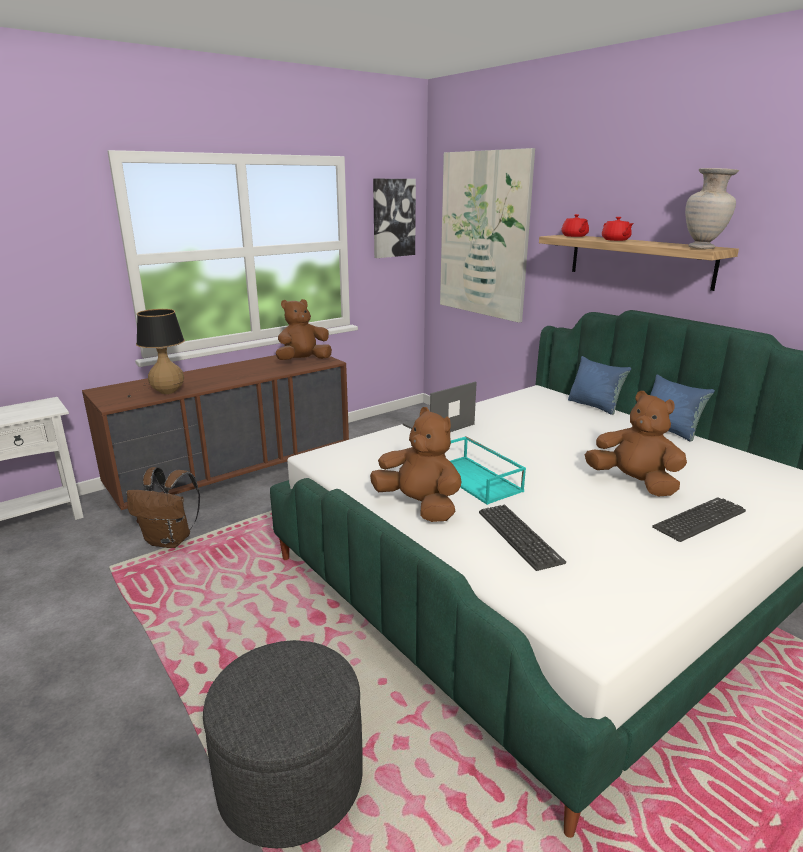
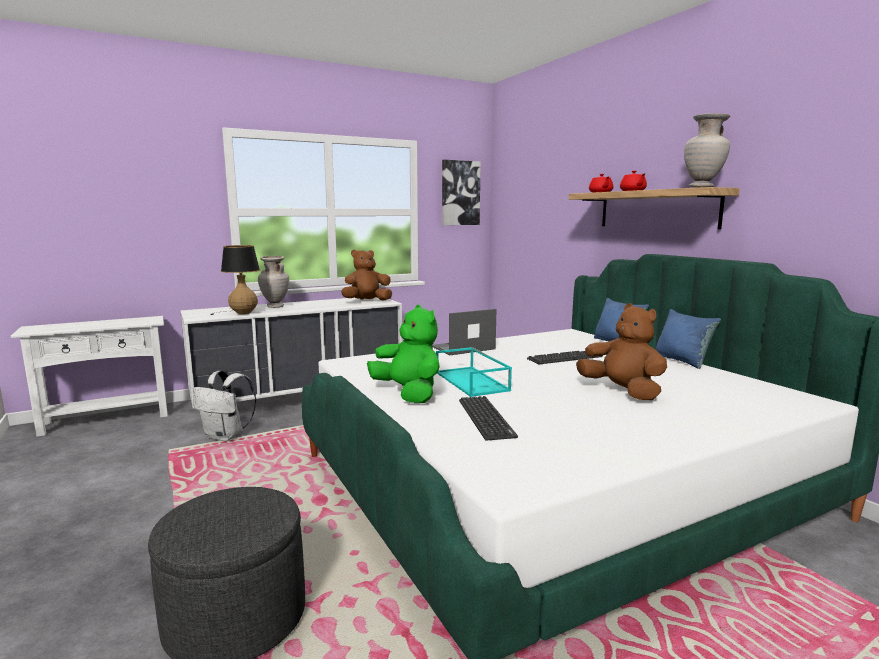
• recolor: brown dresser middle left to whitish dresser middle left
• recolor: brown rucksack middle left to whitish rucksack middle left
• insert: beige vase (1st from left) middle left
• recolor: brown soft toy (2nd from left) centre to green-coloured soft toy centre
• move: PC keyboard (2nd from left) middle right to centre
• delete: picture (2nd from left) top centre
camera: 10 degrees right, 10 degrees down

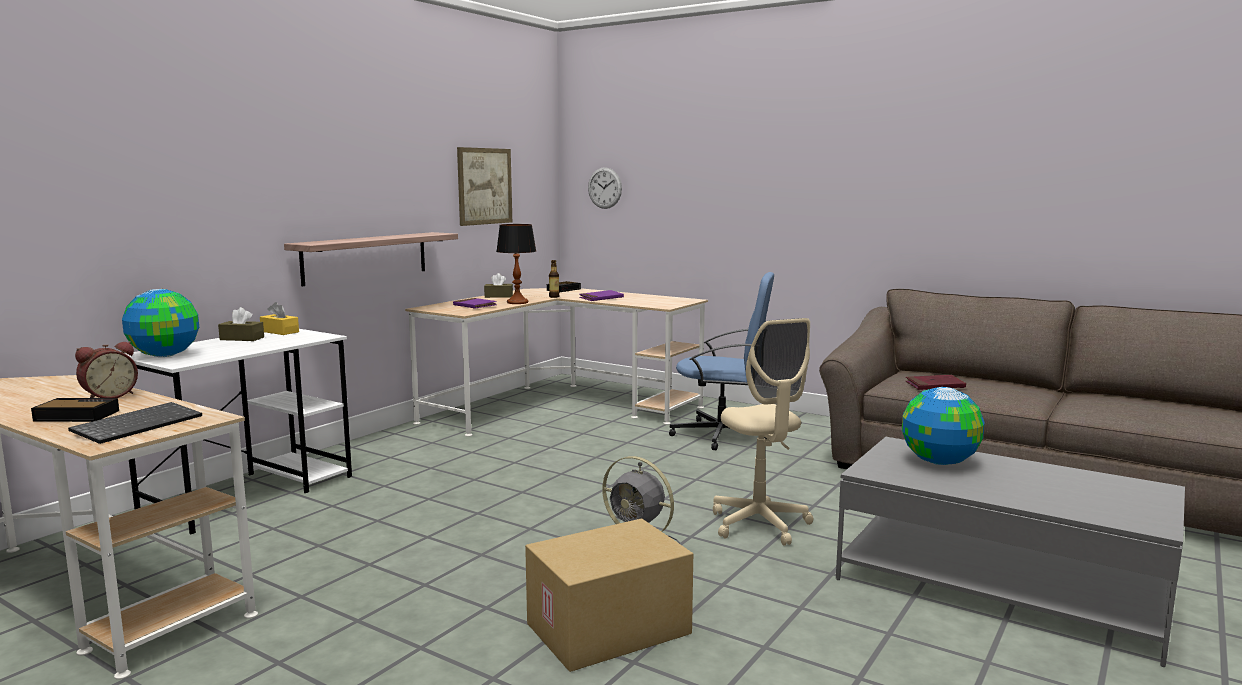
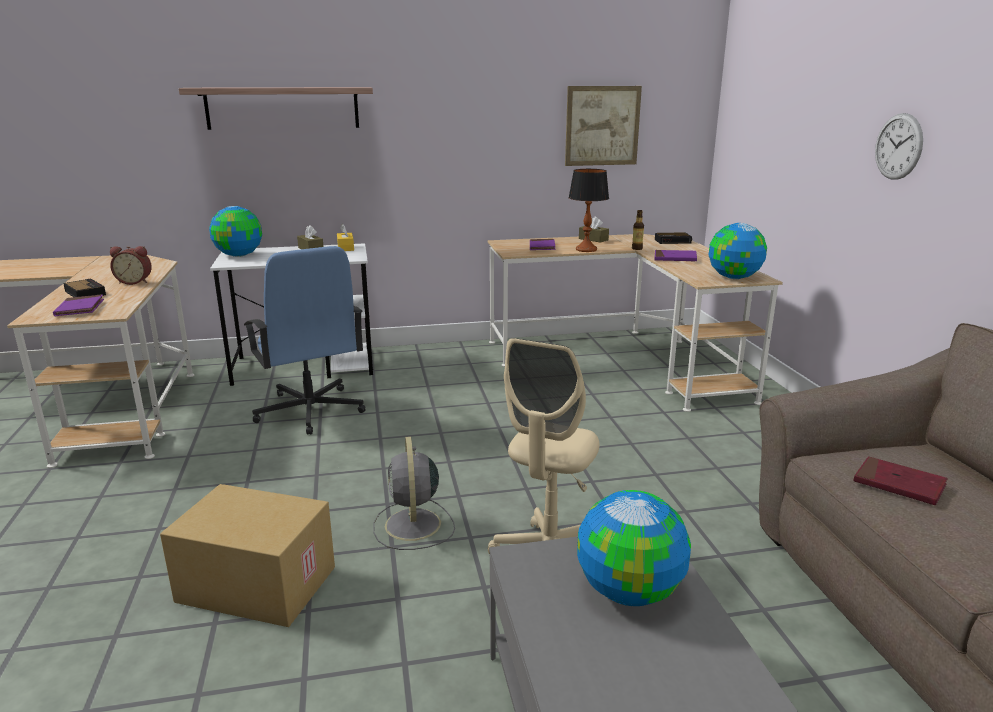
• replace: PC keyboard middle left to purple-coloured book (1st from left) middle left
• move: shelf middle left to top left
• move: bluish computer chair centre to middle left
• insert: world globe (3rd from left) middle right
• move: clock on the wall top centre to top right
camera: 45 degrees right, 10 degrees up

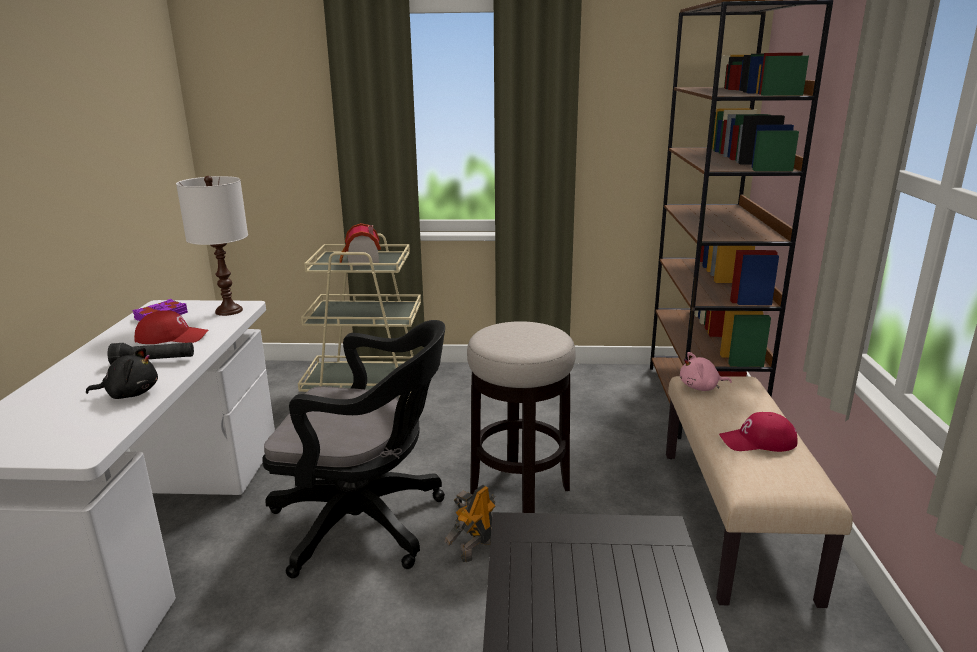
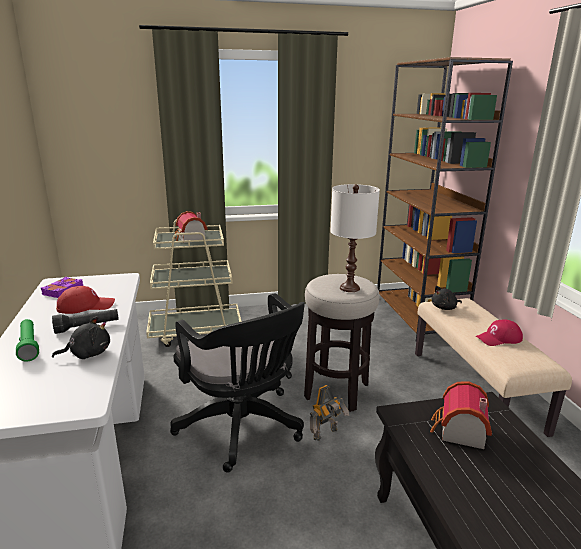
• insert: green-coloured hand torch middle left
• rotate: black-coloured computer chair bottom centre = bottom centre 60 degrees clockwise
• rotate: robot figure bottom centre = bottom centre 150 degrees counterclockwise
• move: whitish tabletop lamp middle left to centre
• insert: toy house (2nd from left) bottom right
• recolor: pinkish soft toy middle right to black-coloured soft toy (2nd from left) middle right
camera: 15 degrees left, 0 degrees up

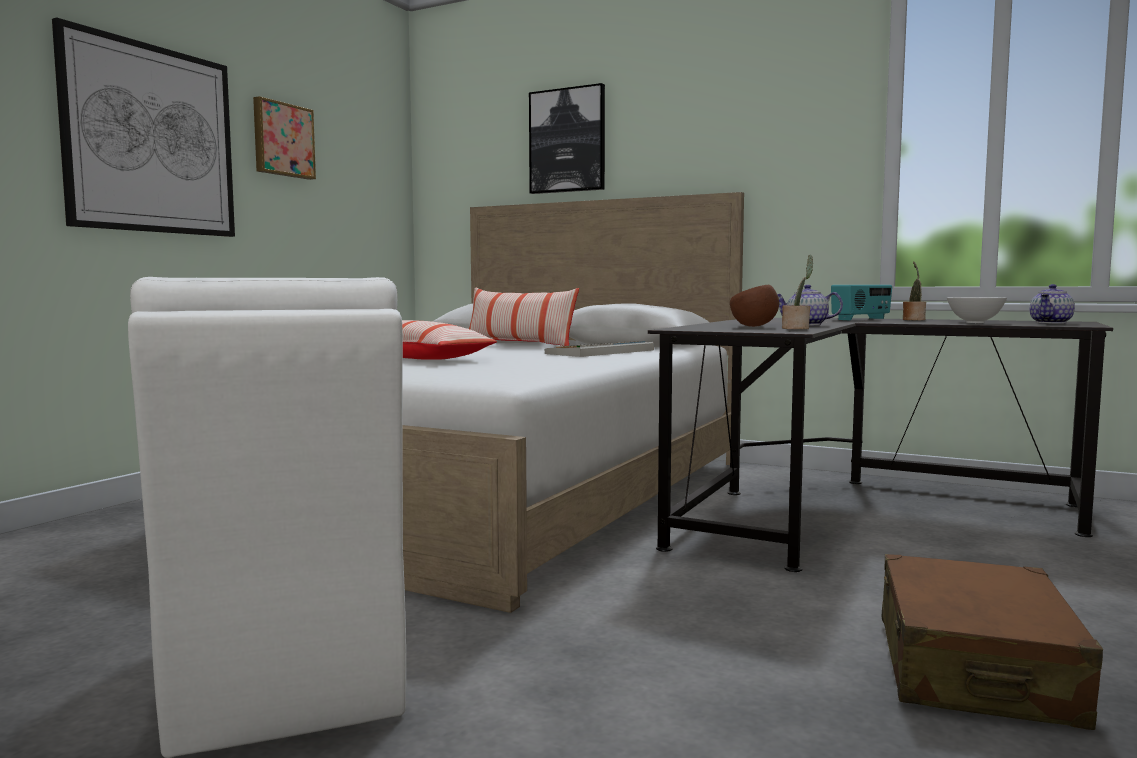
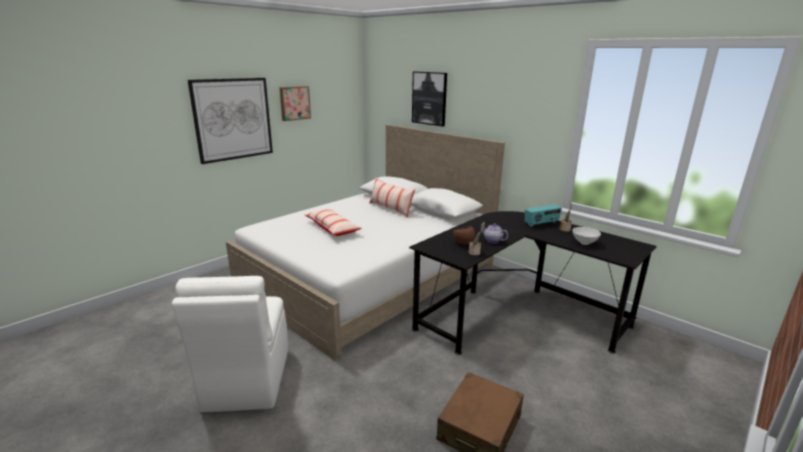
• delete: PC keyboard centre
• delete: pot for tea (2nd from left) middle right
camera: 15 degrees right, 15 degrees up

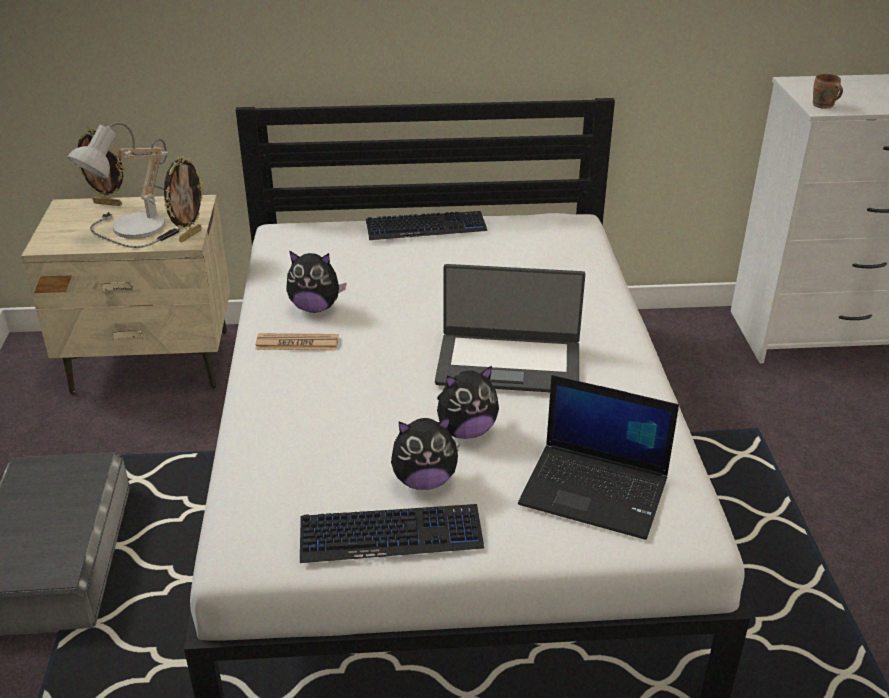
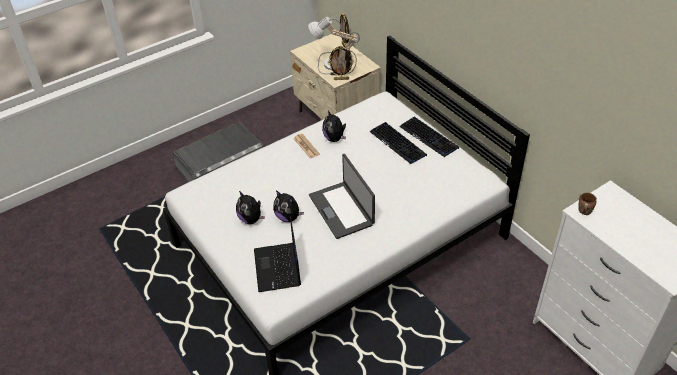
• move: PC keyboard (1st from left) bottom centre to centre
camera: 60 degrees right, 10 degrees up

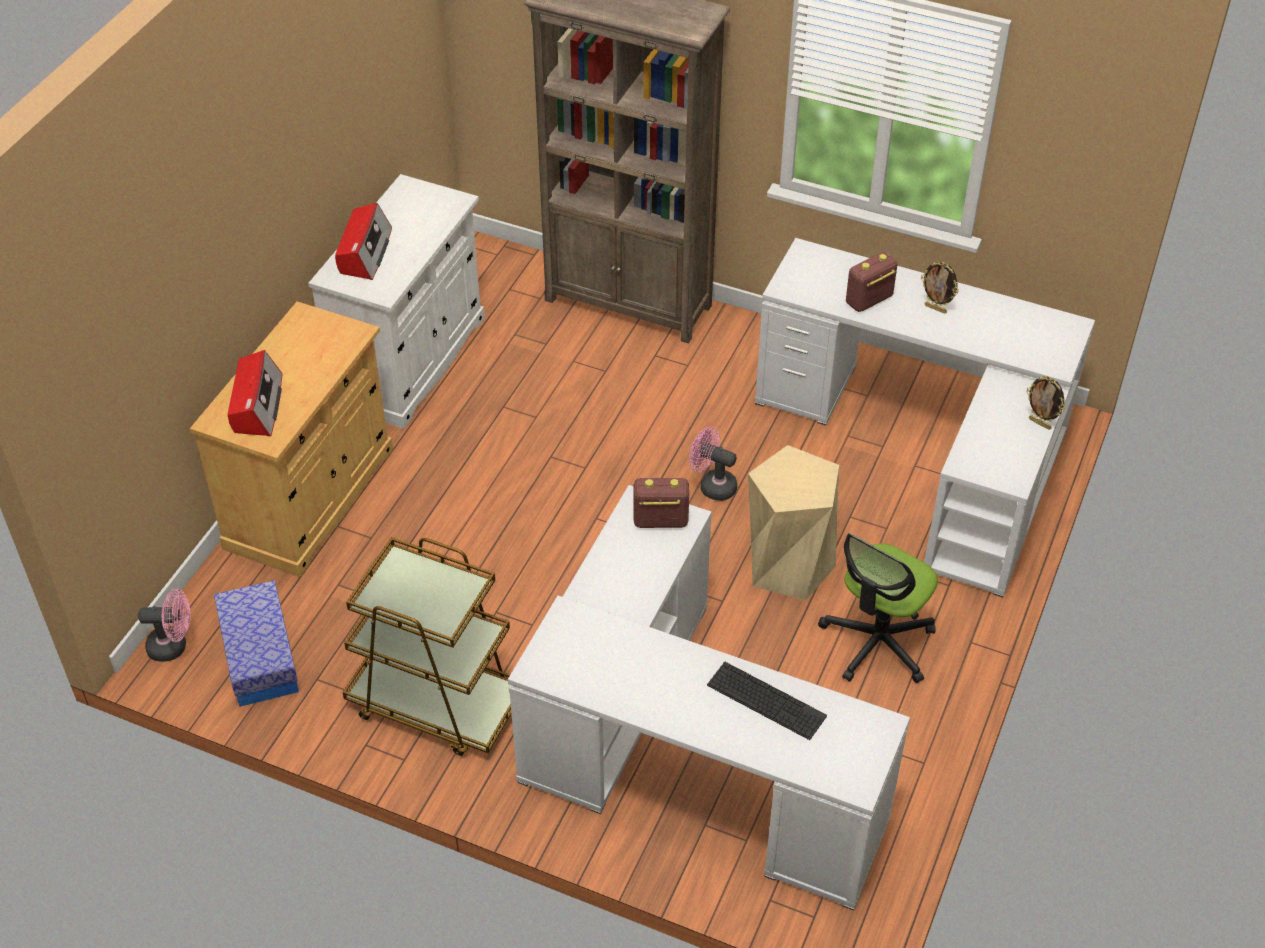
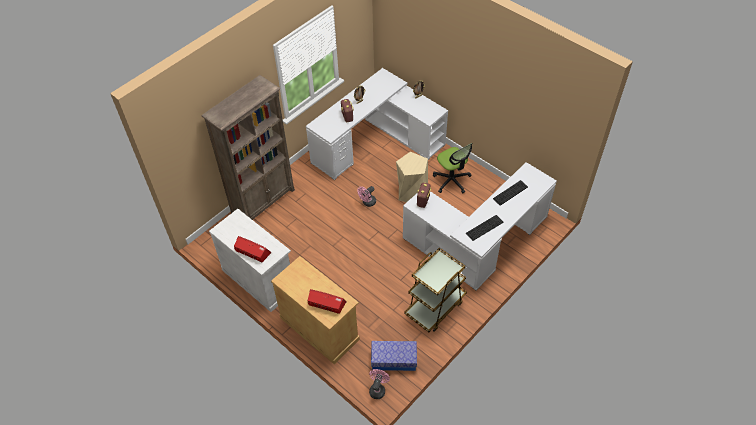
• insert: PC keyboard (1st from left) centre
camera: 70 degrees left, 5 degrees up

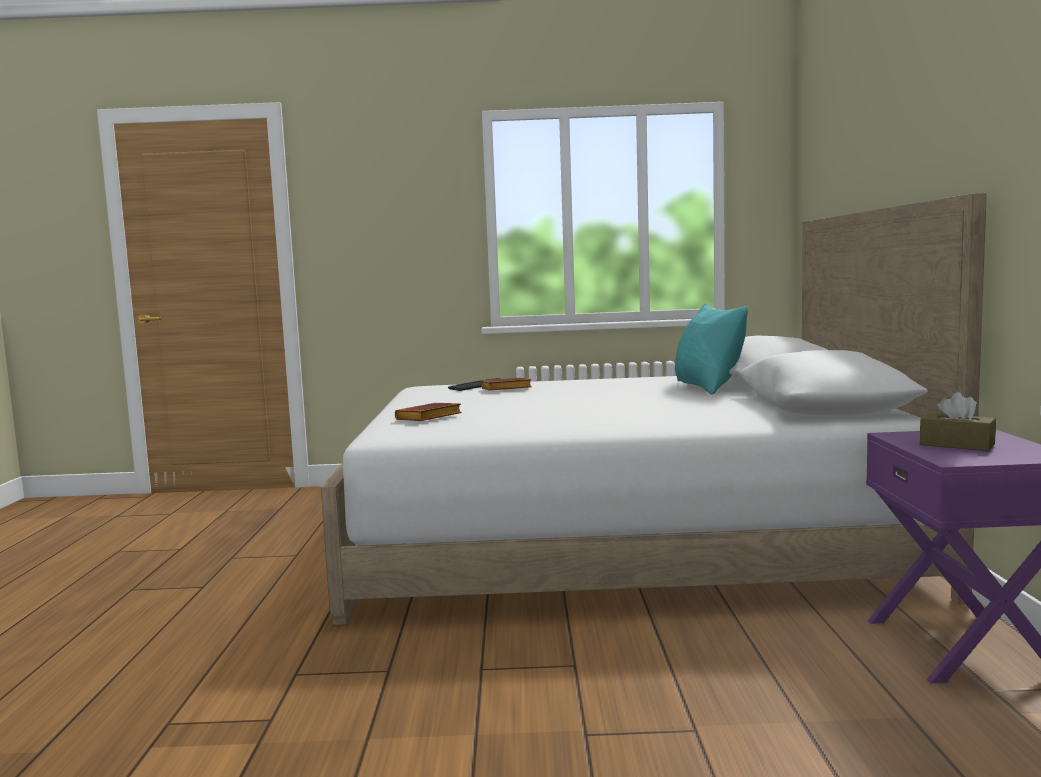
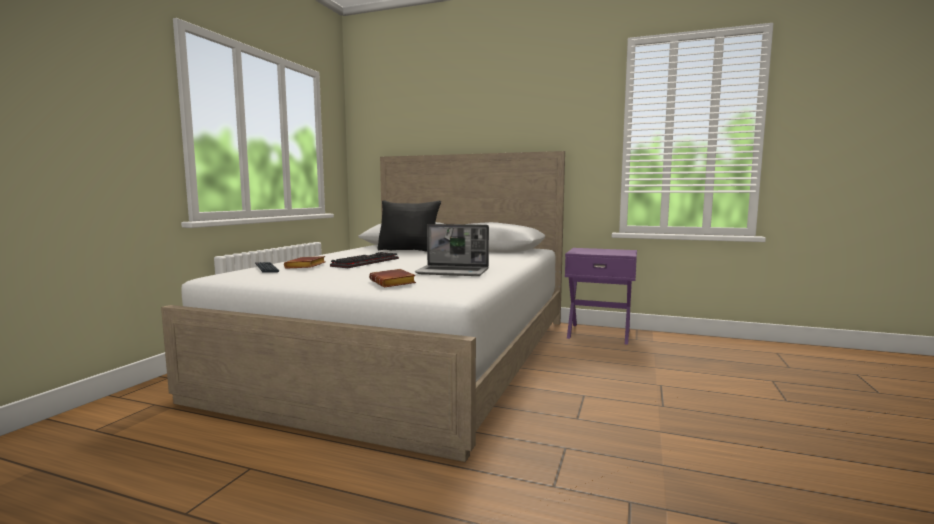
• insert: PC keyboard (2nd from left) centre
• recolor: turquoise-coloured throw pillow middle right to black-coloured throw pillow centre
• insert: notebook computer centre
• delete: brown tissue box middle right
camera: 70 degrees left, 0 degrees up

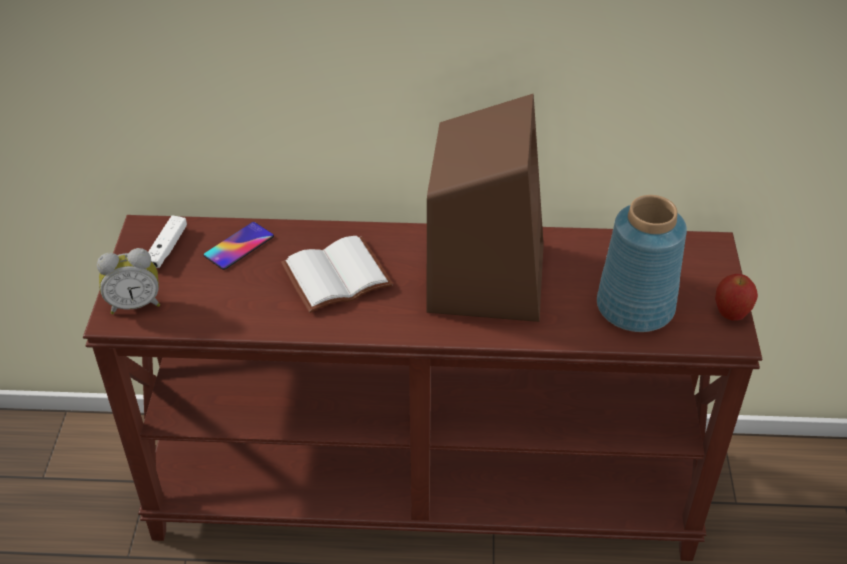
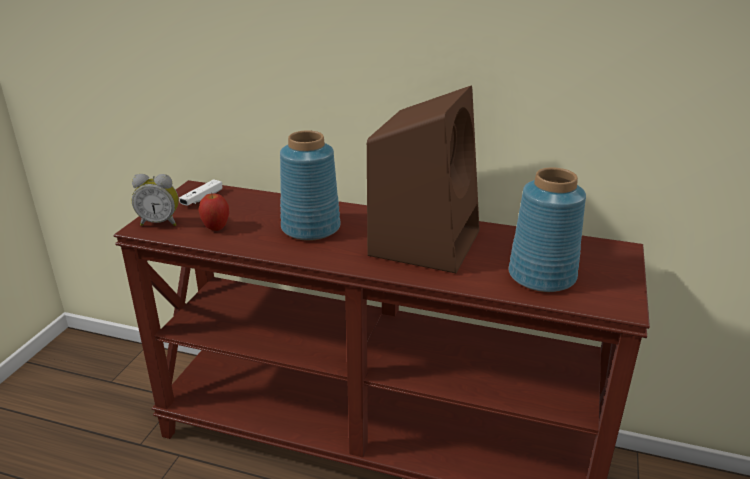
• move: apple fruit middle right to middle left
• replace: whitish book centre to bluish vase (1st from left) centre
• delete: handset middle left
camera: 15 degrees right, 15 degrees down

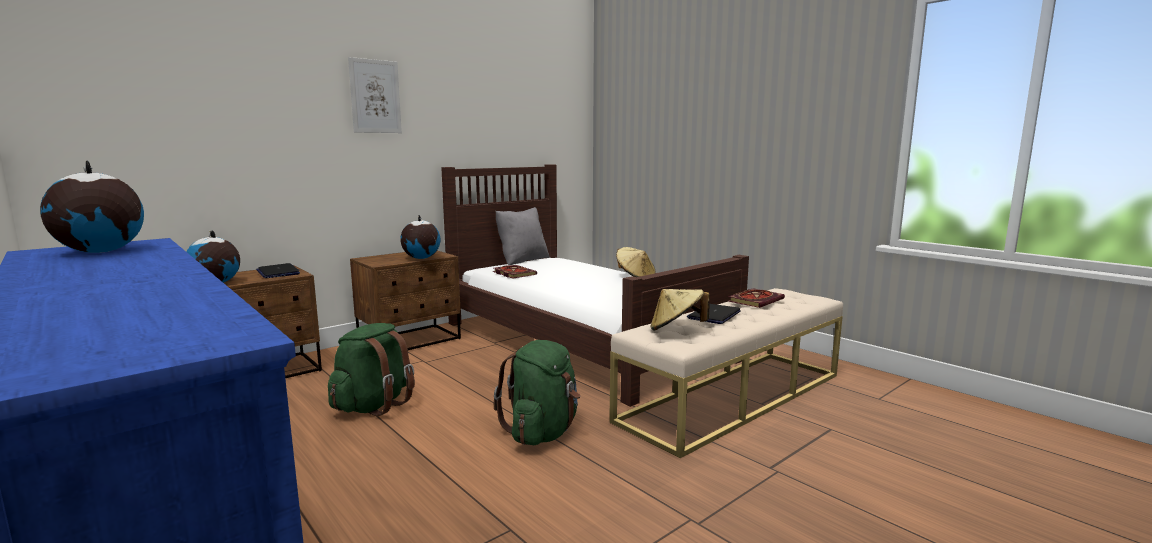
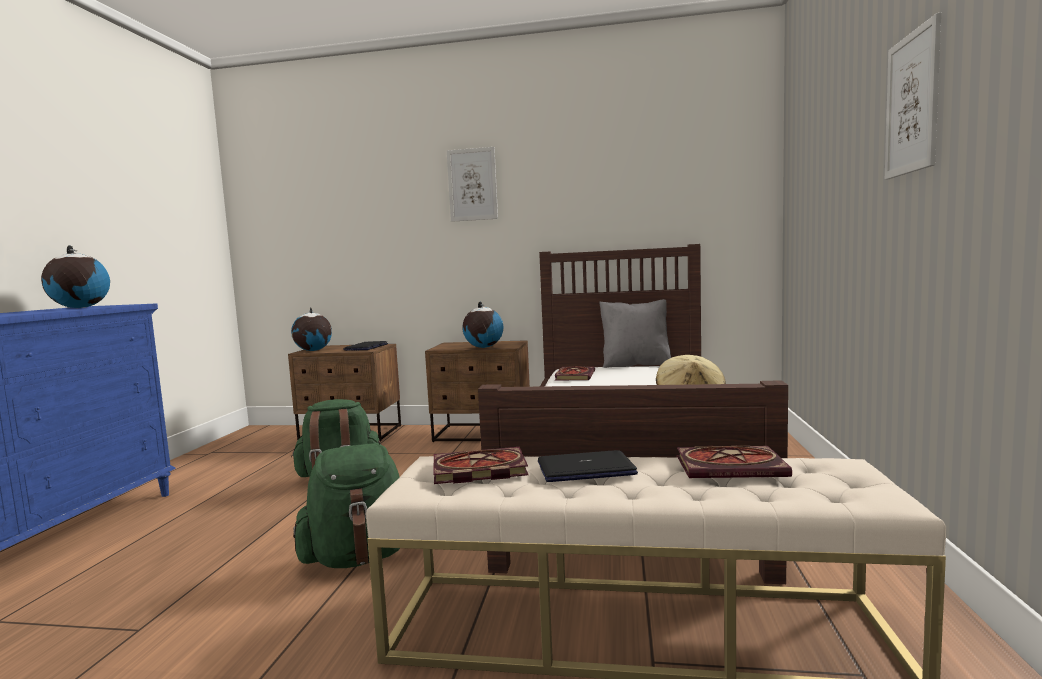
• replace: beige wearable hat (2nd from left) centre to book (1st from left) bottom centre
• insert: picture (2nd from left) top right
camera: 50 degrees right, 5 degrees down

